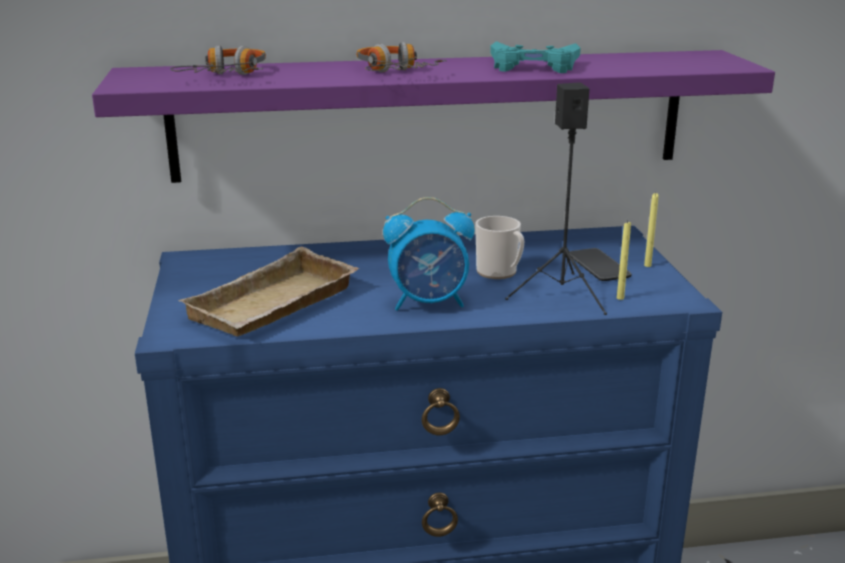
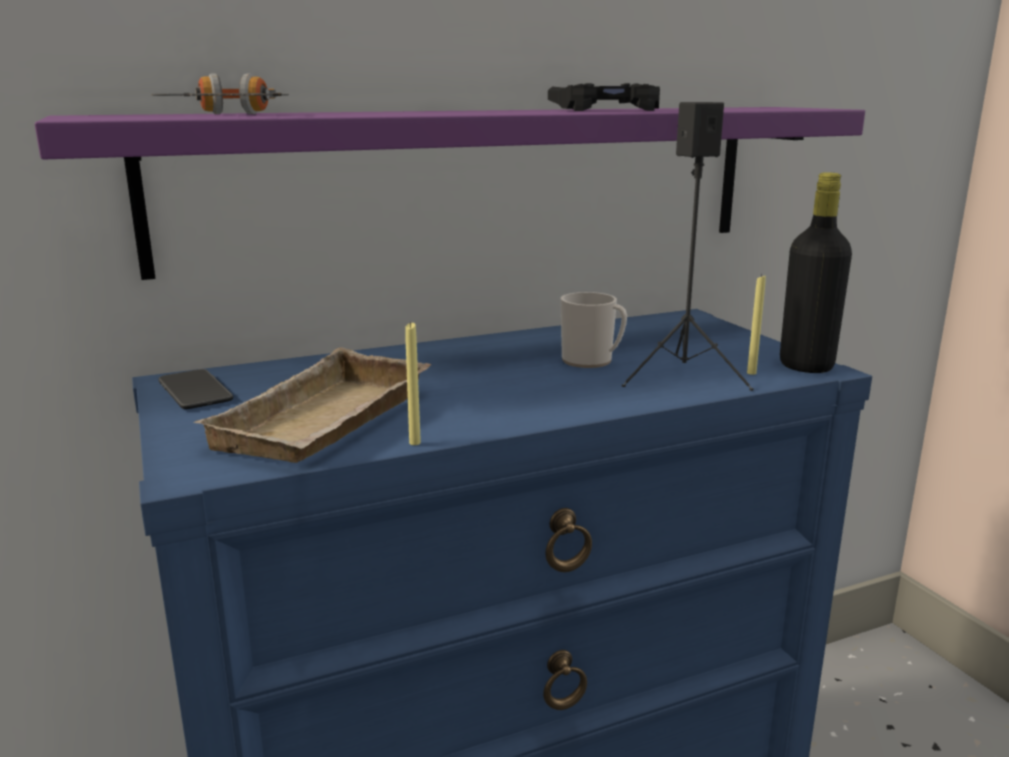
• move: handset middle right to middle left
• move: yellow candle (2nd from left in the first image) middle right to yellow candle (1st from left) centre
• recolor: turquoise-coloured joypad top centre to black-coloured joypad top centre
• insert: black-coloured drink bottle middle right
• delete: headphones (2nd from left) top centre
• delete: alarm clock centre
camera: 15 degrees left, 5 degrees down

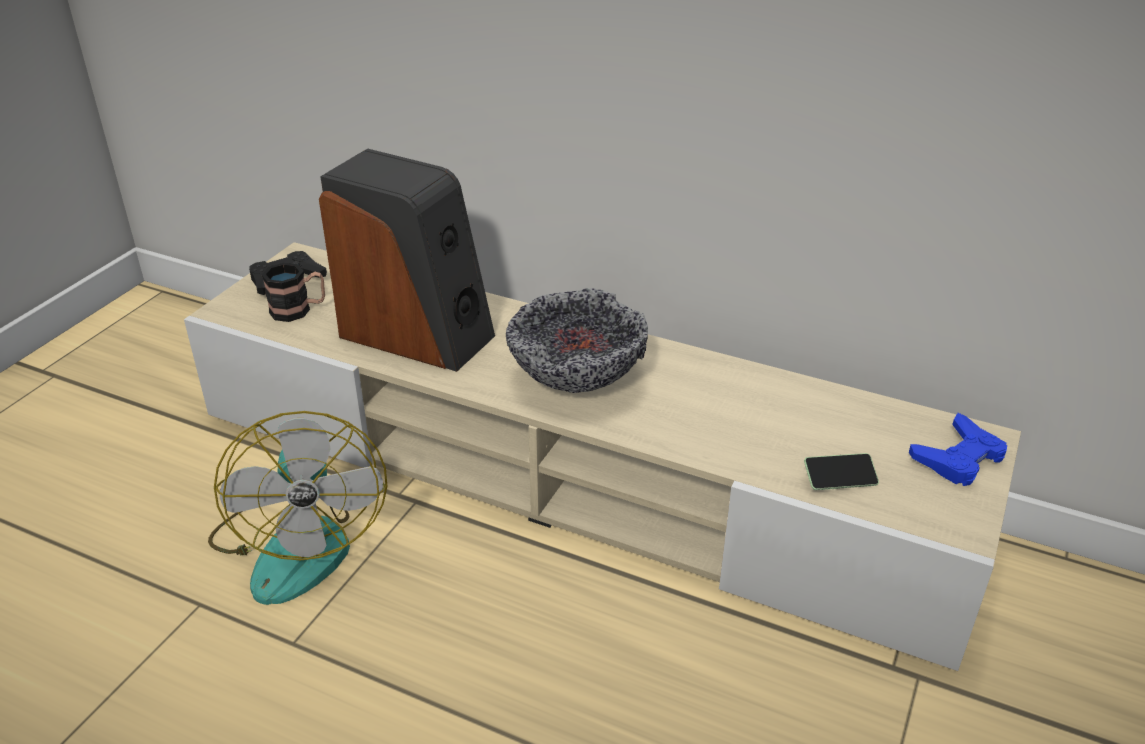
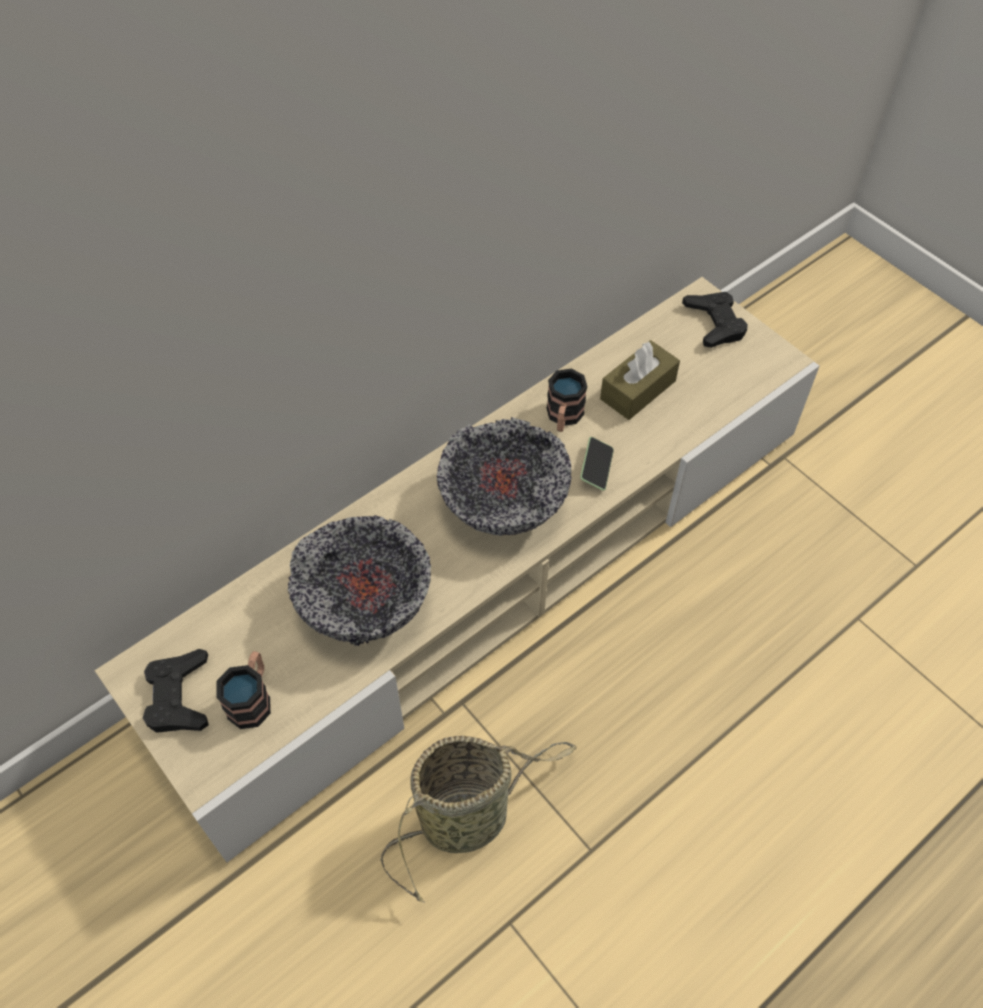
• replace: audio speaker centre to bowl (1st from left) centre
• replace: fan bottom left to household basket bottom centre
• insert: coffee mug (2nd from left) centre
• move: handset middle right to centre
• insert: brown tissue box centre
• recolor: bluish joypad middle right to black-coloured joypad (2nd from left) top right
camera: 65 degrees left, 20 degrees up

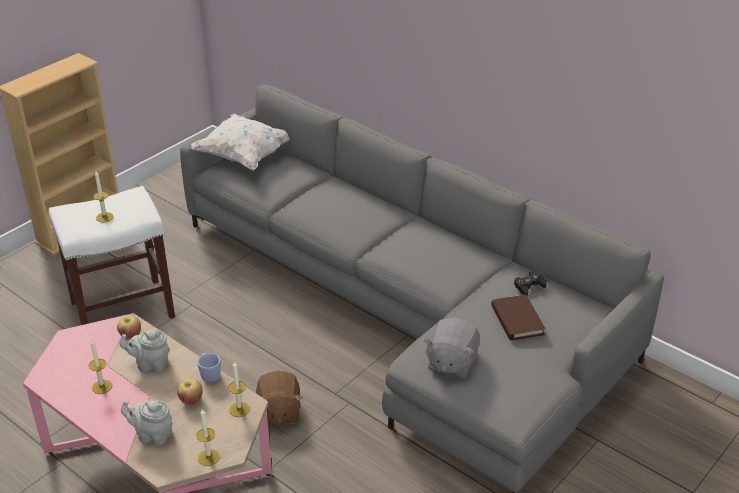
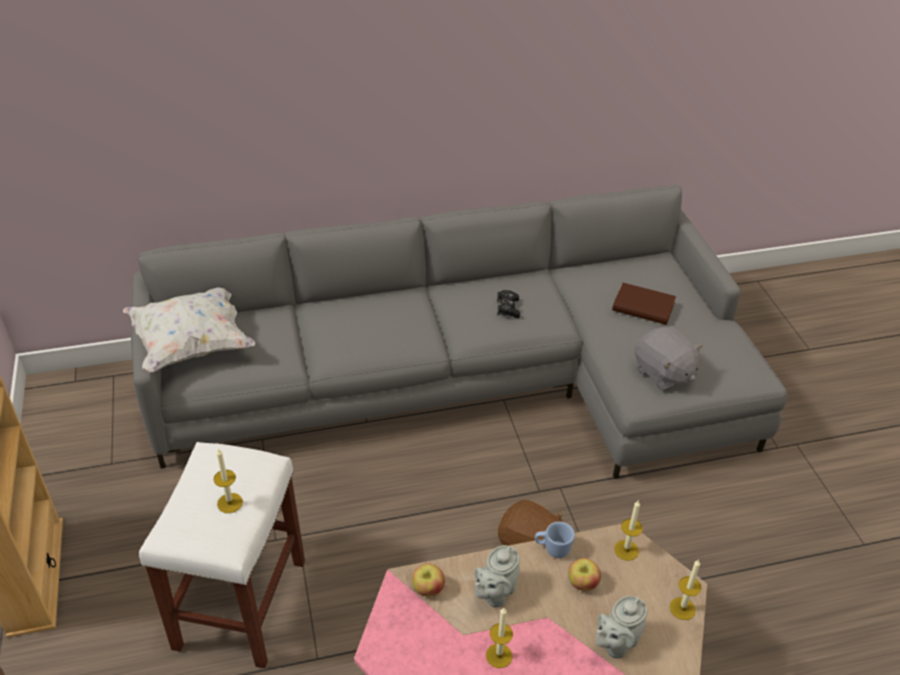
• move: black-coloured joypad middle right to centre
camera: 55 degrees left, 5 degrees up

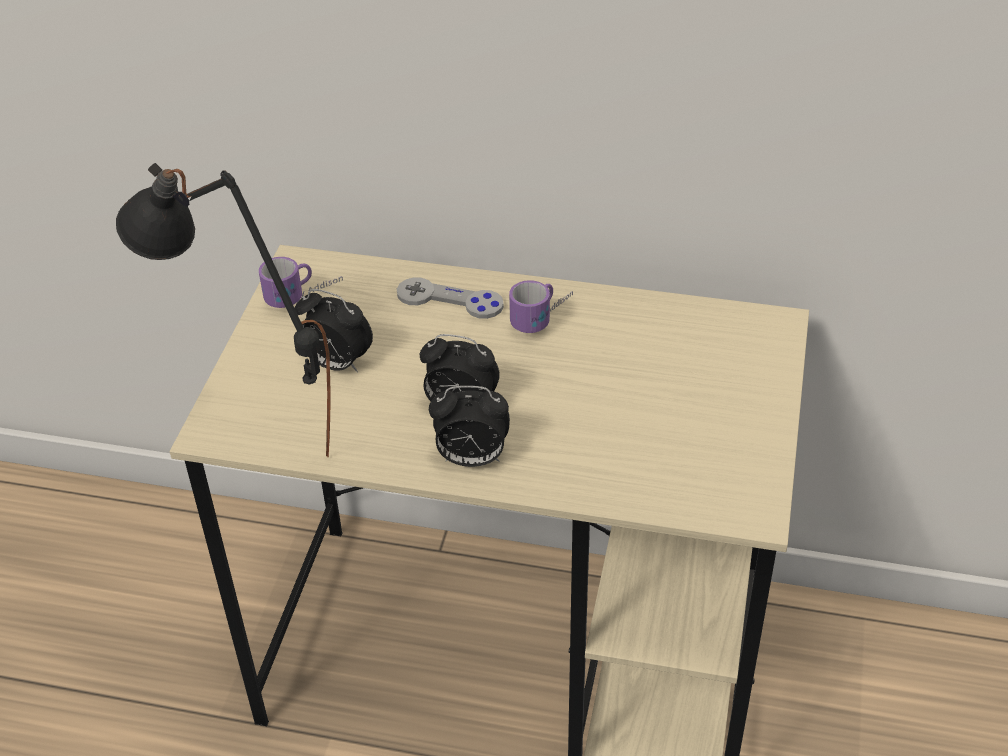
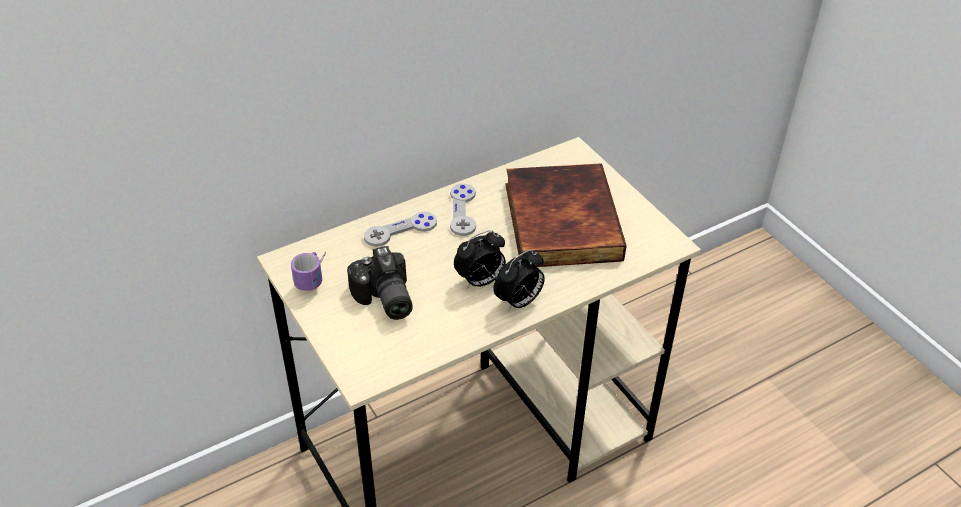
• replace: alarm clock (1st from left) middle left to photo camera centre
• replace: coffee mug (2nd from left) centre to grey joypad (2nd from left) centre
• insert: book centre
• delete: black-coloured tabletop lamp middle left
camera: 45 degrees left, 0 degrees up

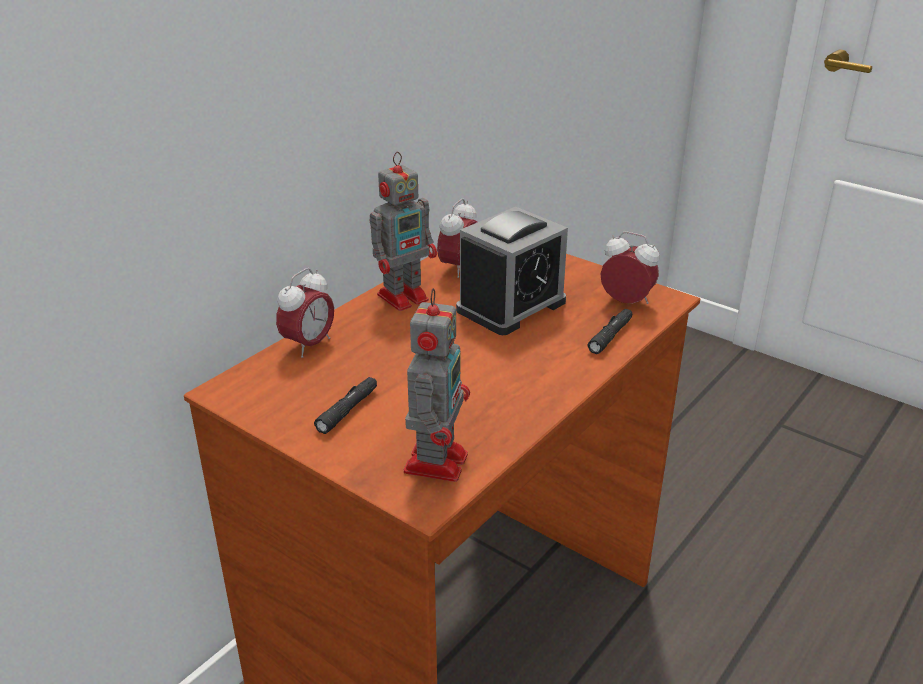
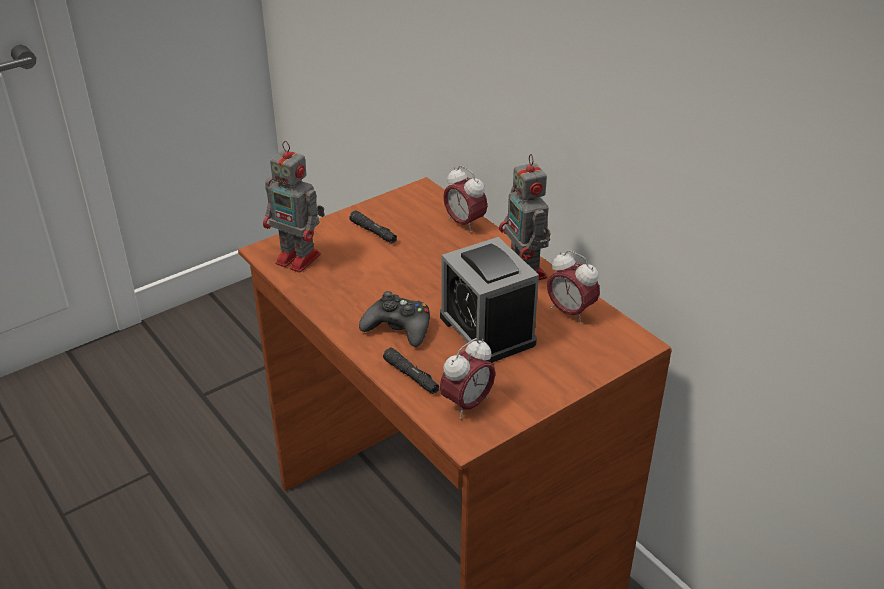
• insert: black-coloured joypad centre
camera: 105 degrees right, 5 degrees up

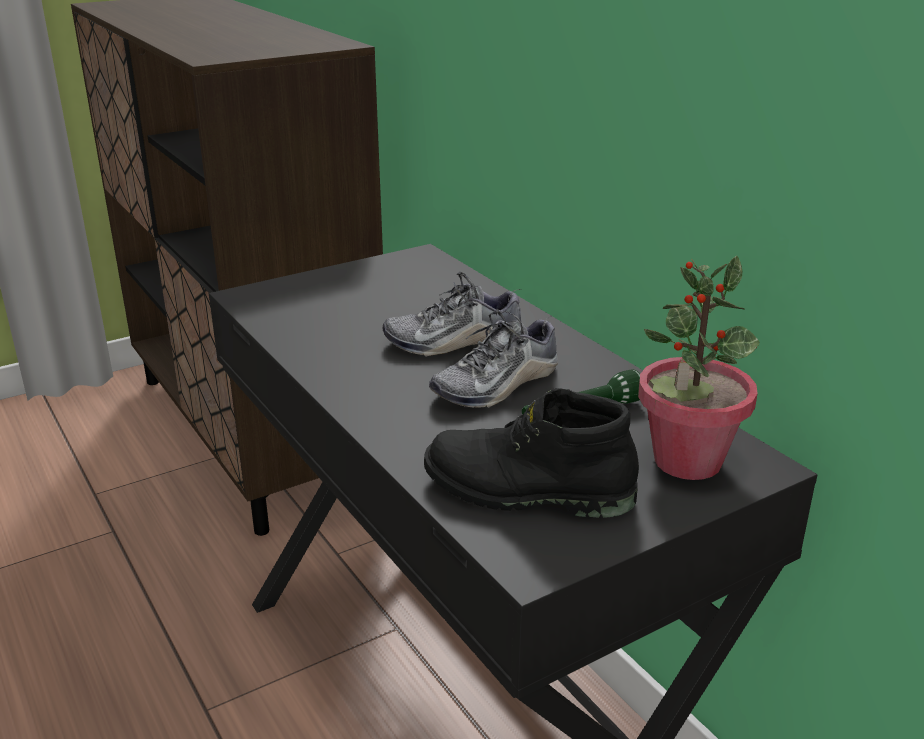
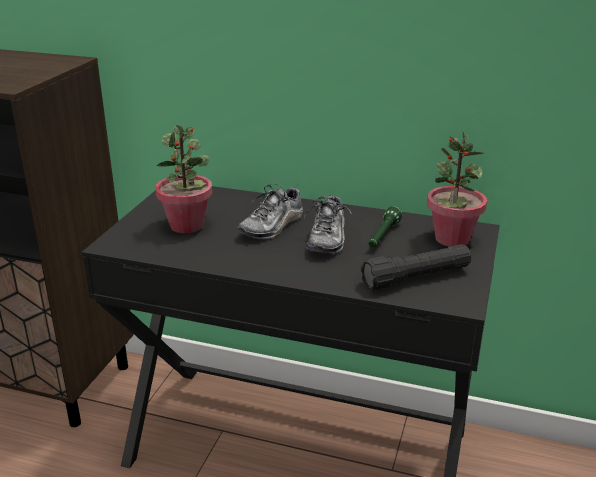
• insert: potted plant (1st from left) middle left
• replace: black-coloured tall boot centre to black-coloured hand torch middle right
camera: 40 degrees left, 0 degrees up

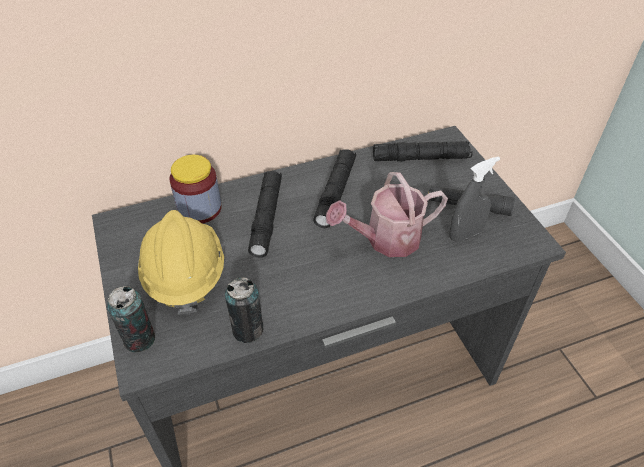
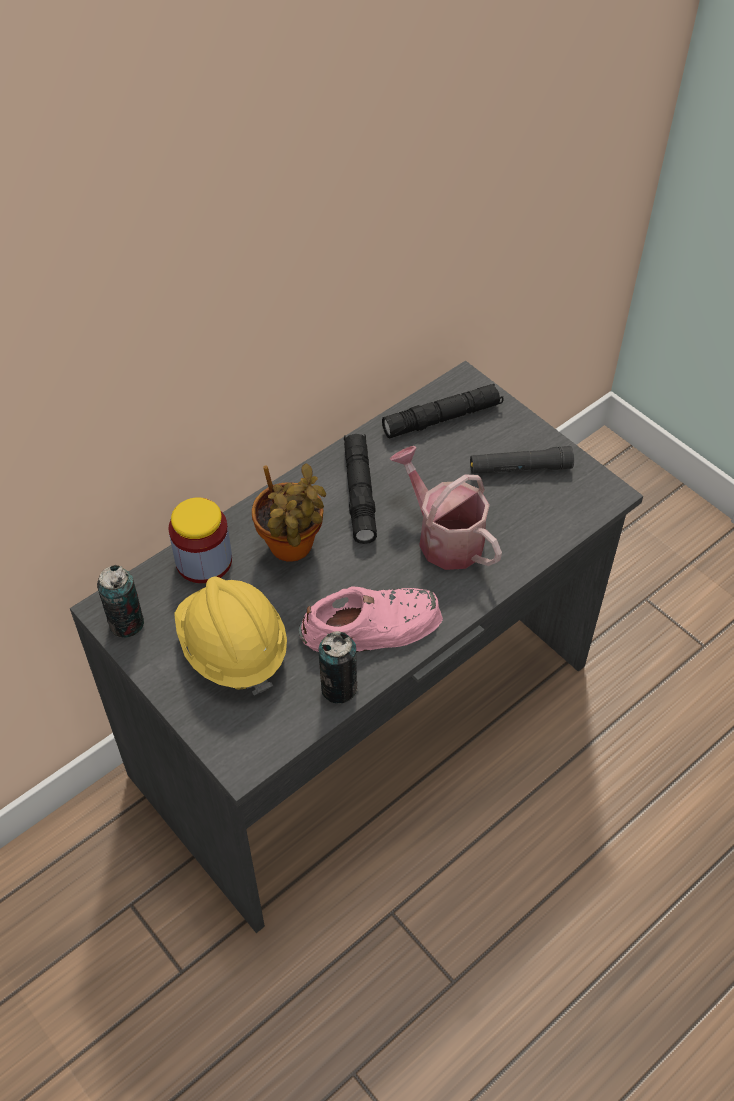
• move: metal can (1st from left) bottom left to middle left
• replace: black-coloured hand torch (1st from left) centre to potted plant centre
• insert: pinkish item of footwear centre
• rotate: sprinkling can centre = centre 90 degrees clockwise
• delete: grey spray bottle middle right
camera: 20 degrees left, 5 degrees up

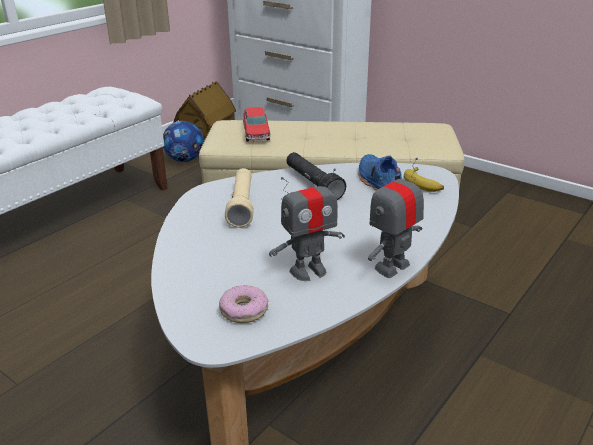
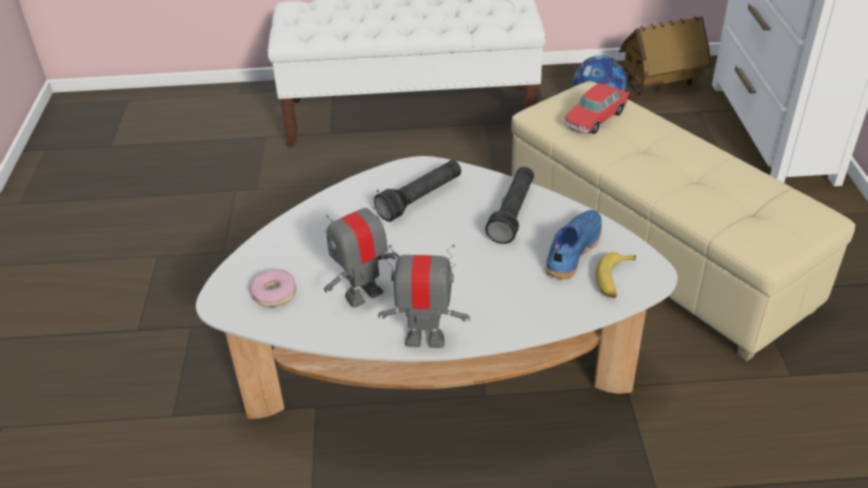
• rotate: robot figure (1st from left) centre = centre 120 degrees clockwise
• recolor: beige hand torch centre to black-coloured hand torch (1st from left) centre
camera: 50 degrees right, 10 degrees up

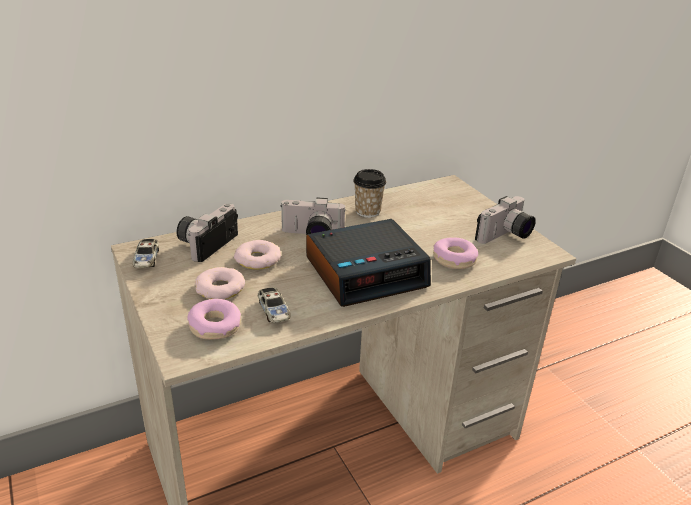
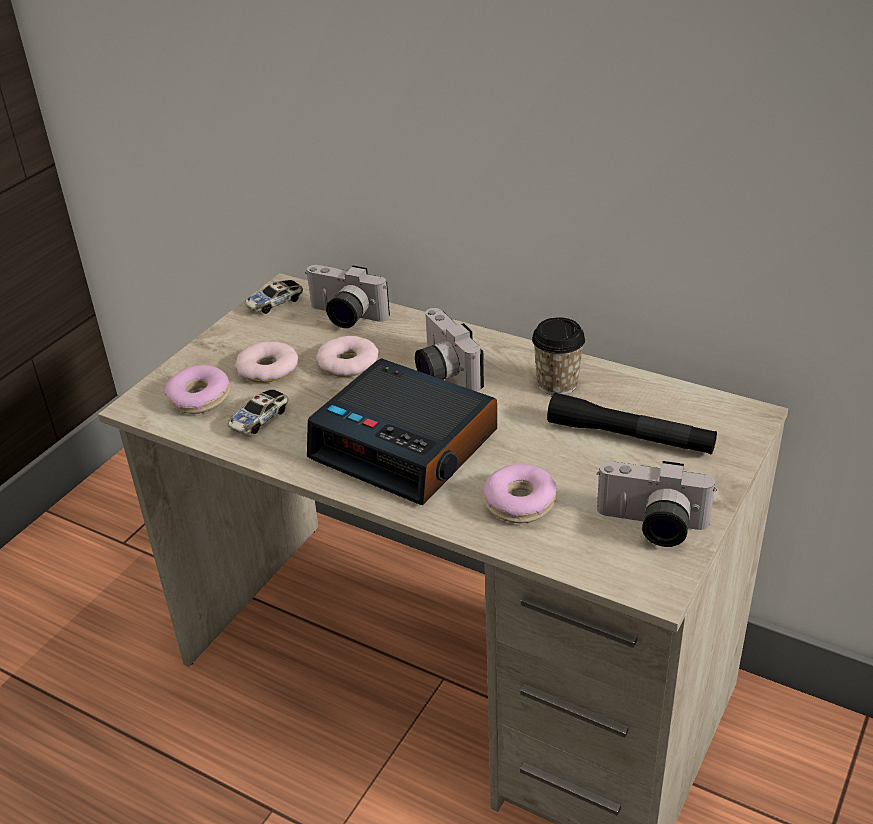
• rotate: photo camera (1st from left) middle left = centre 150 degrees counterclockwise
• insert: black-coloured hand torch middle right
camera: 60 degrees right, 5 degrees up

